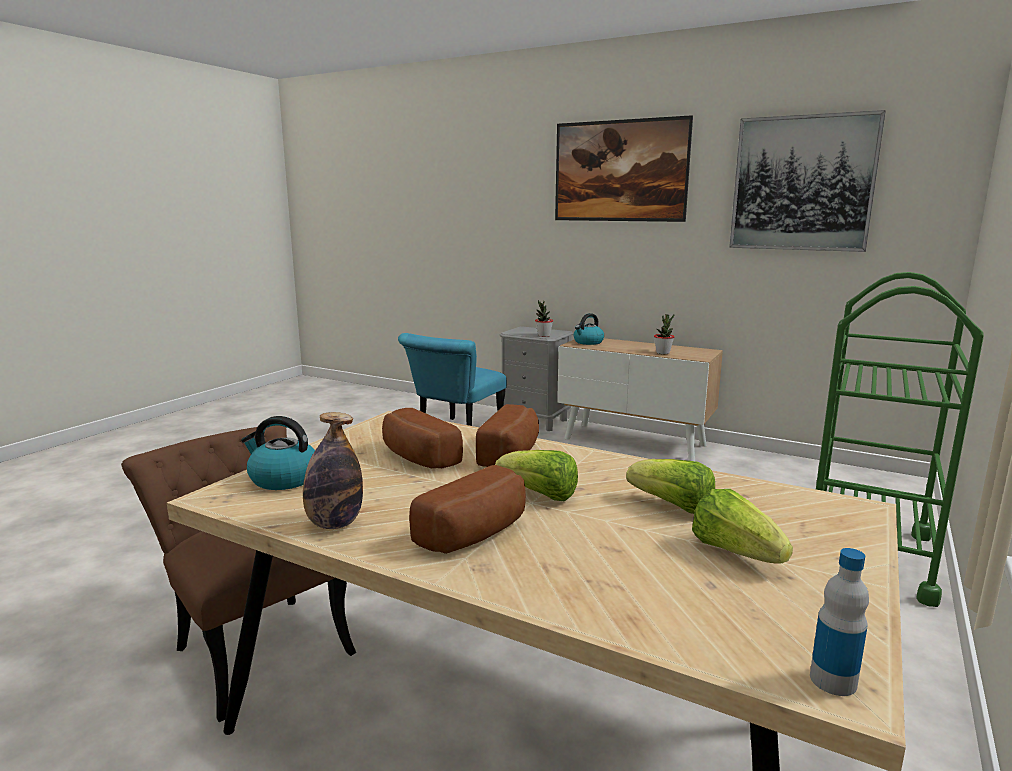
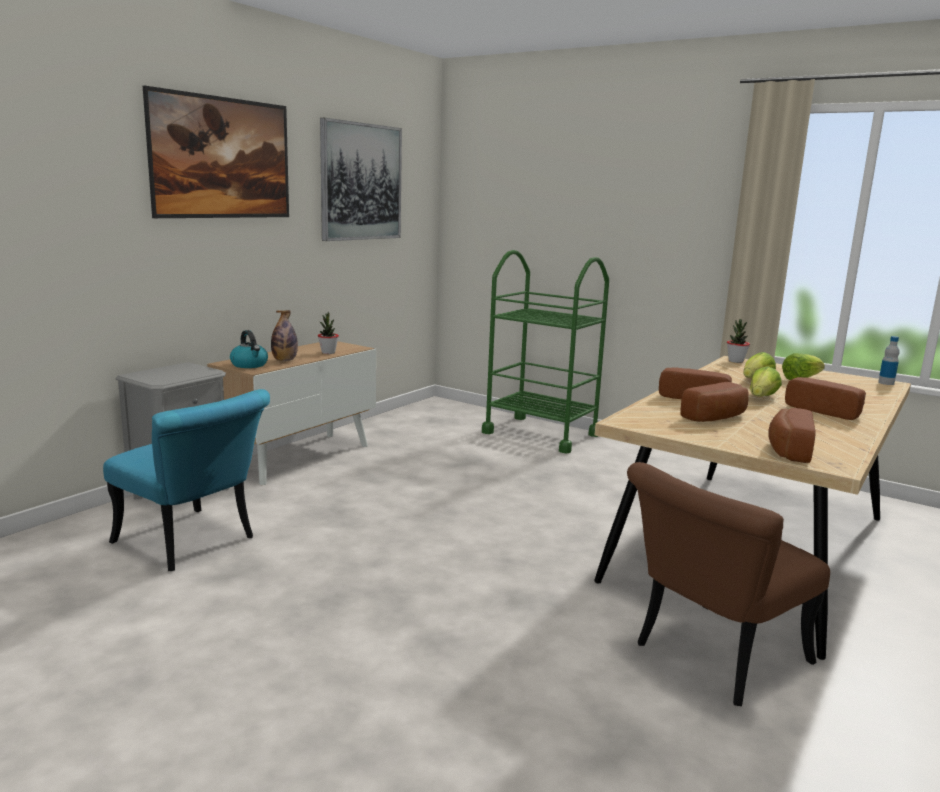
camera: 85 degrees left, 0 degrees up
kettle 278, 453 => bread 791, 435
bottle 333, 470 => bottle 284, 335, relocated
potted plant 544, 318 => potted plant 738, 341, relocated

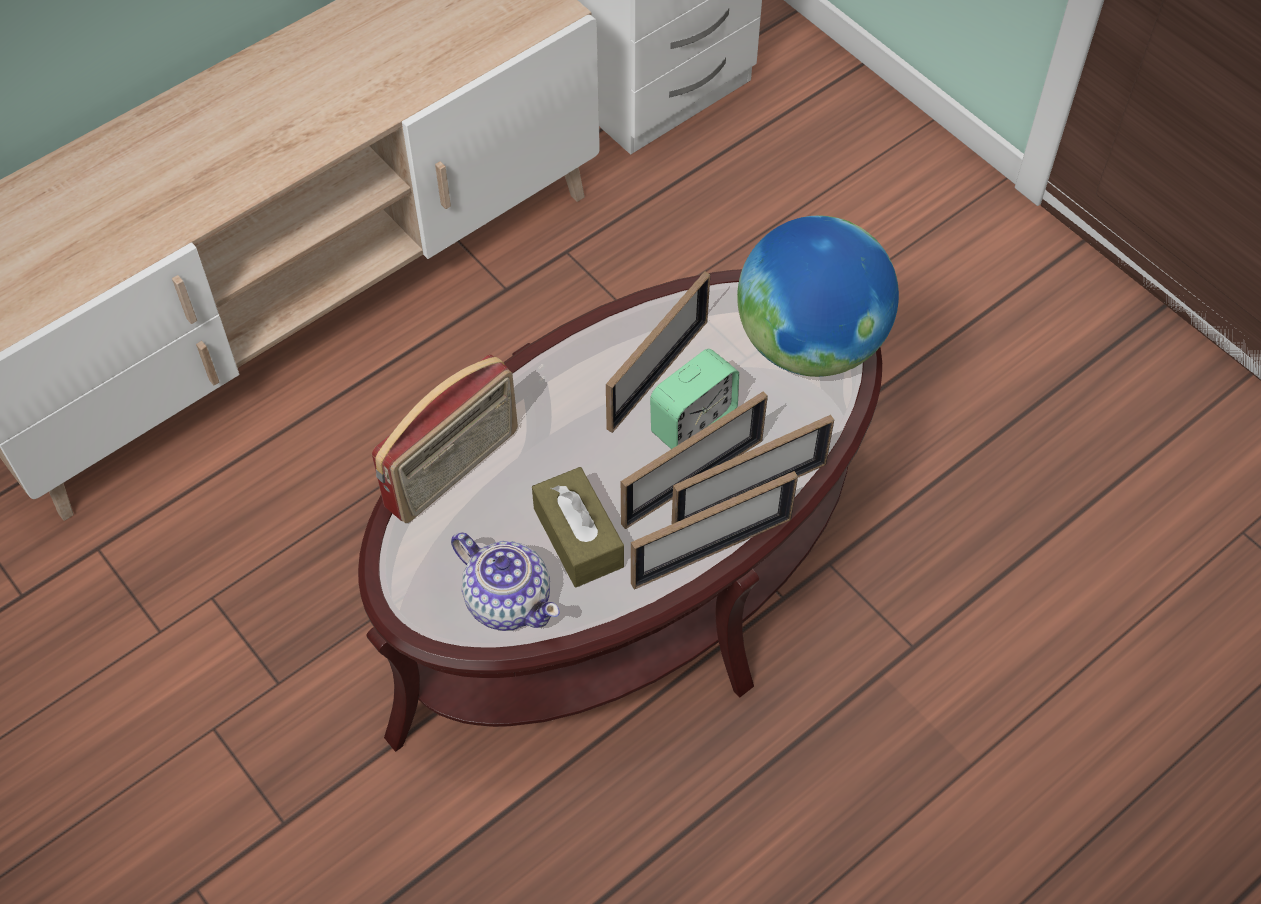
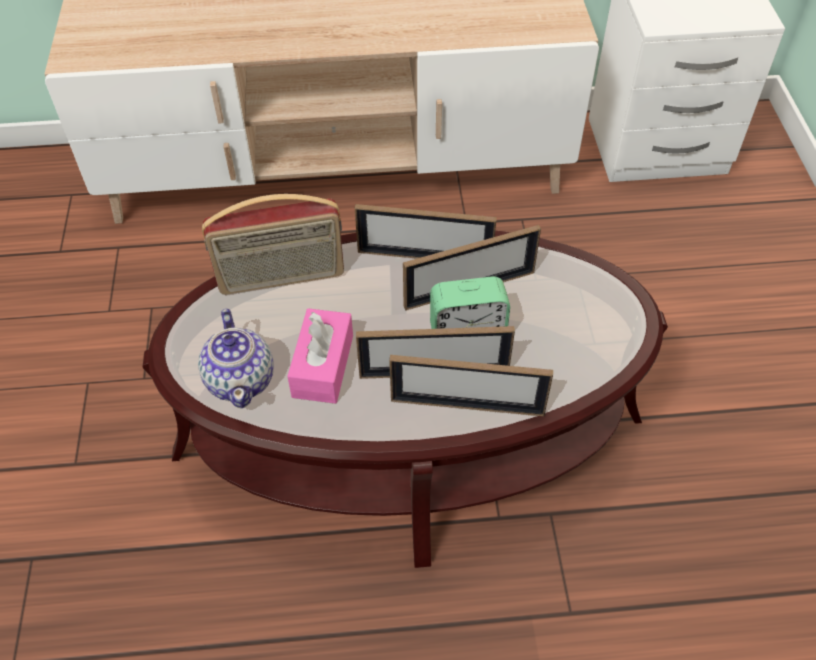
camera: 35 degrees right, 5 degrees down
brown tissue box 578, 527 => pink tissue box 320, 356
picture frame 714, 530 => picture frame 426, 231, relocated
globe 818, 296 => nothing

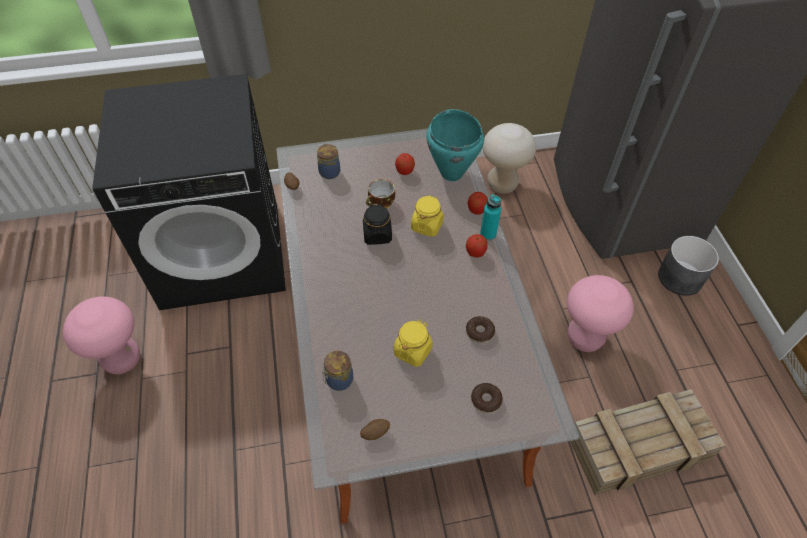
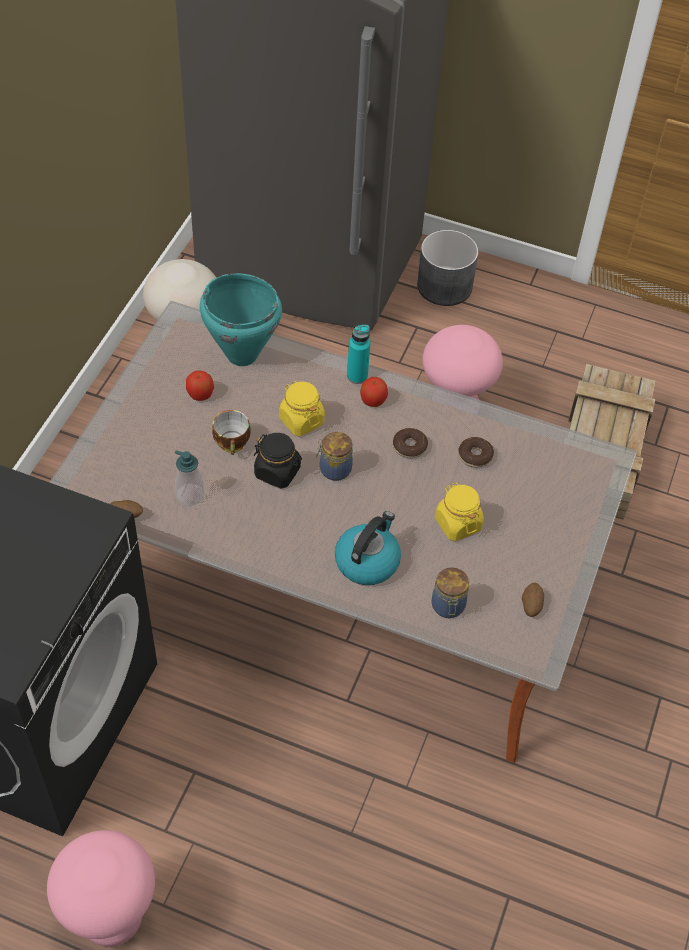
camera: 60 degrees left, 0 degrees up
jar 328, 161 => jar 334, 456, relocated
apple 478, 203 => nothing
donut 487, 398 => donut 410, 443, relocated
nothing => soap dispenser 189, 478
nothing => kettle 368, 548

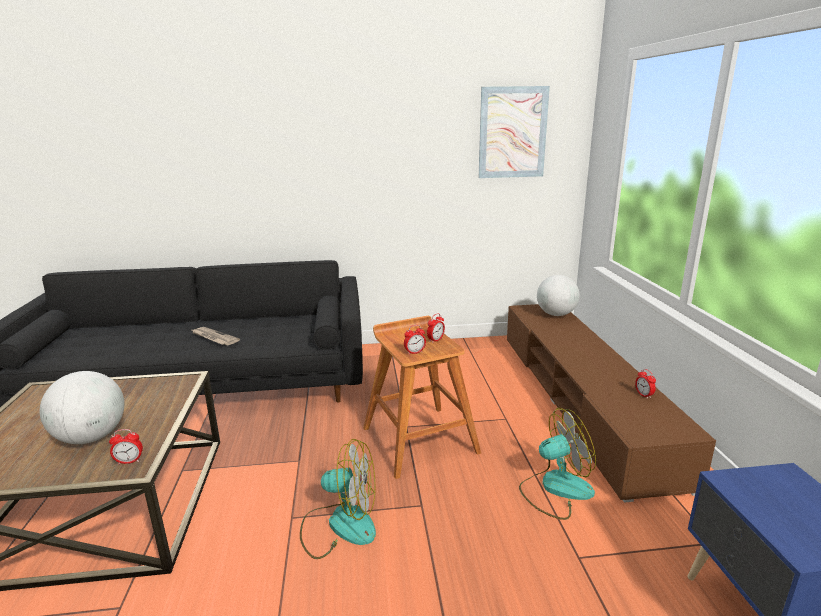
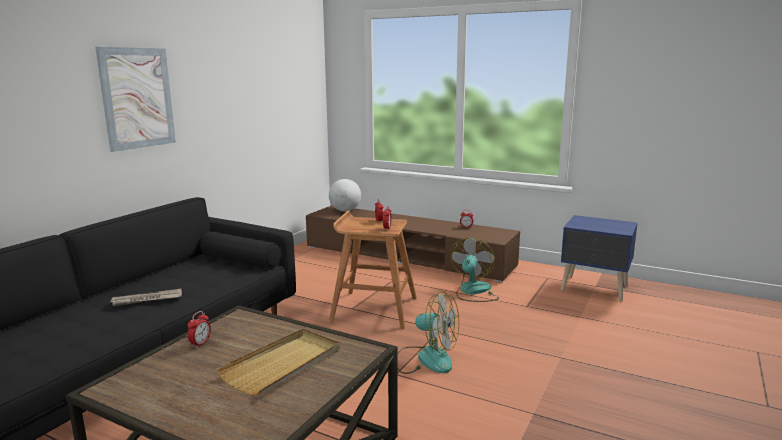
camera: 55 degrees left, 5 degrees down
globe 82, 407 => beige tray 278, 362
alarm clock 126, 447 => alarm clock 199, 329, relocated
fan 338, 499 => fan 428, 332, 75 degrees clockwise
picture 514, 132 => picture 135, 99, relocated

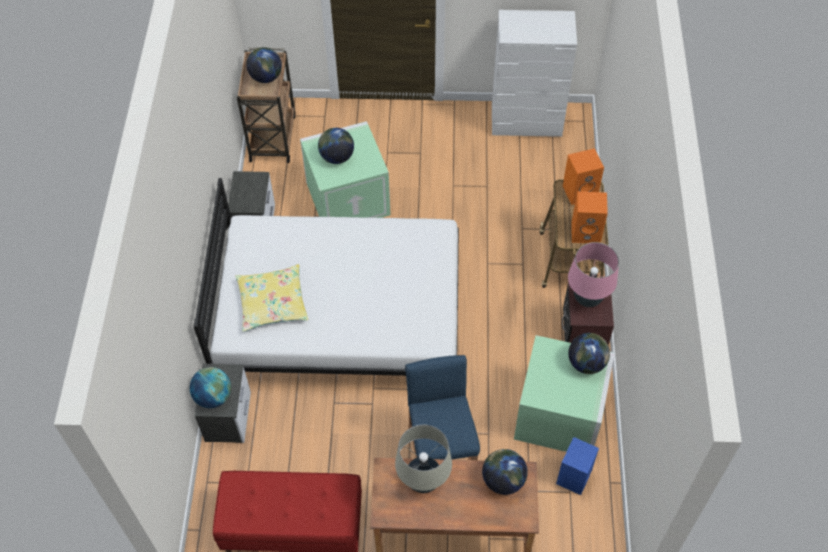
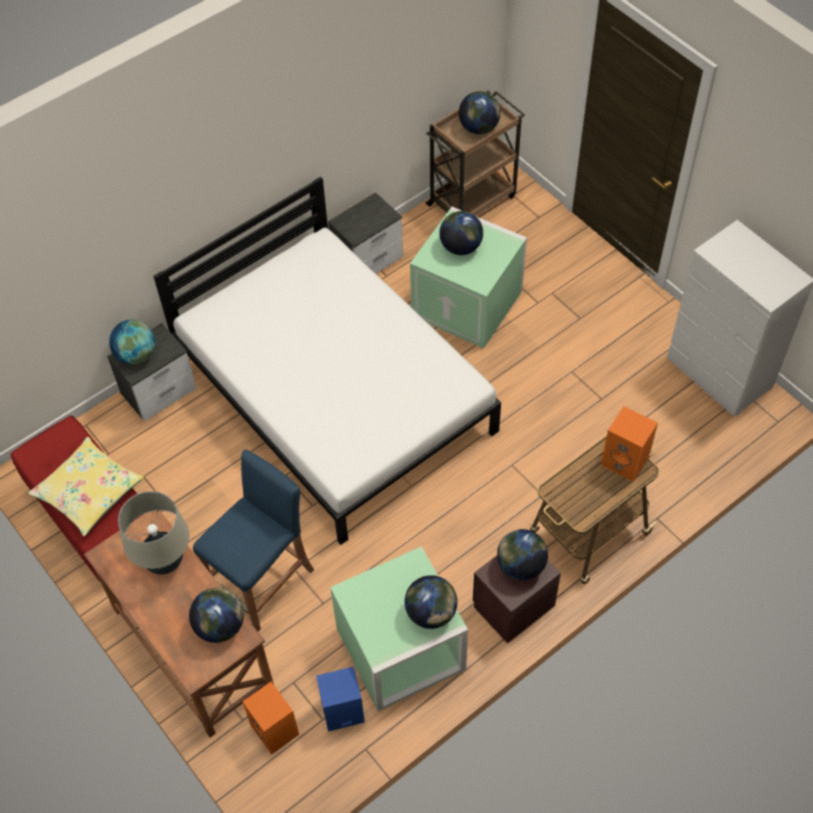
camera: 50 degrees right, 0 degrees up
yellow pillow 271, 298 => yellow pillow 86, 486, relocated
pink table lamp 593, 274 => globe 522, 554
orange speaker 589, 217 => orange speaker 270, 718, relocated

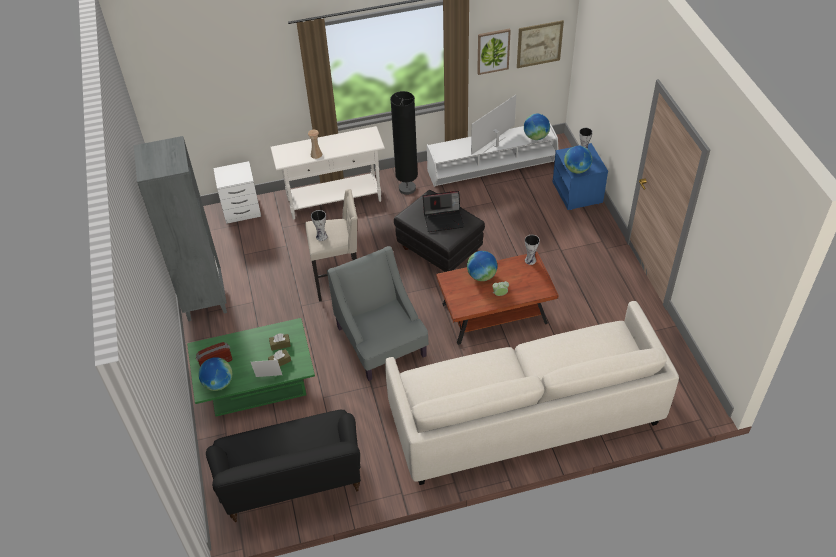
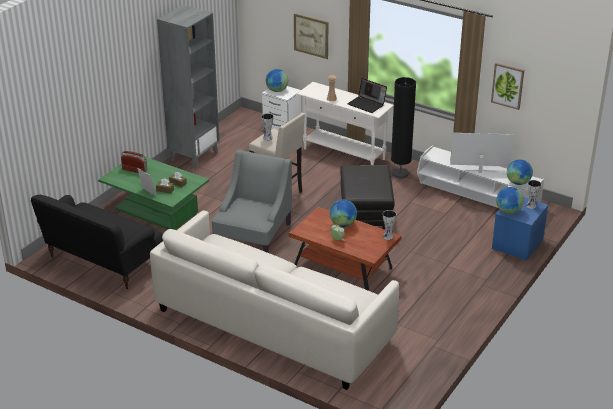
camera: 45 degrees right, 15 degrees down
globe 215, 374 => globe 277, 80, relocated
laptop 443, 211 => laptop 367, 95, relocated
picture 540, 44 => picture 311, 36, relocated

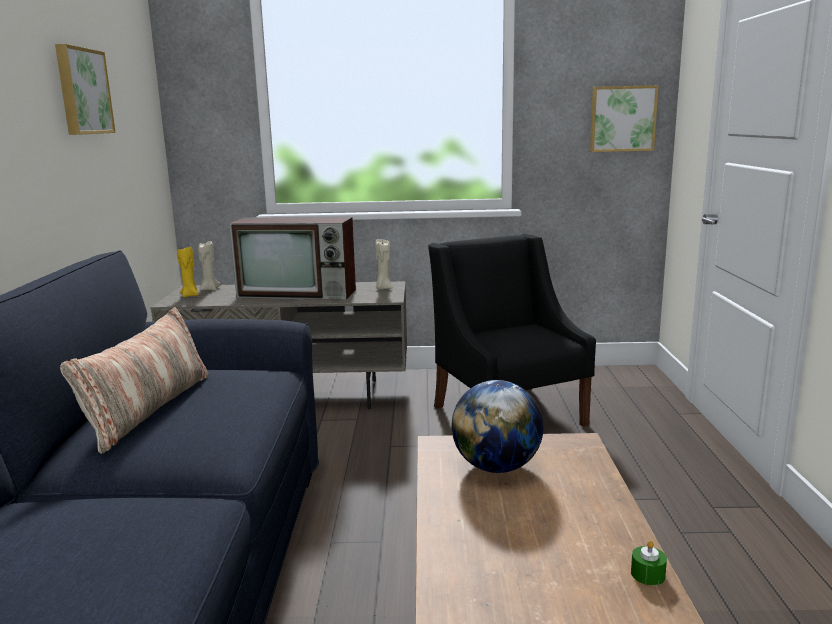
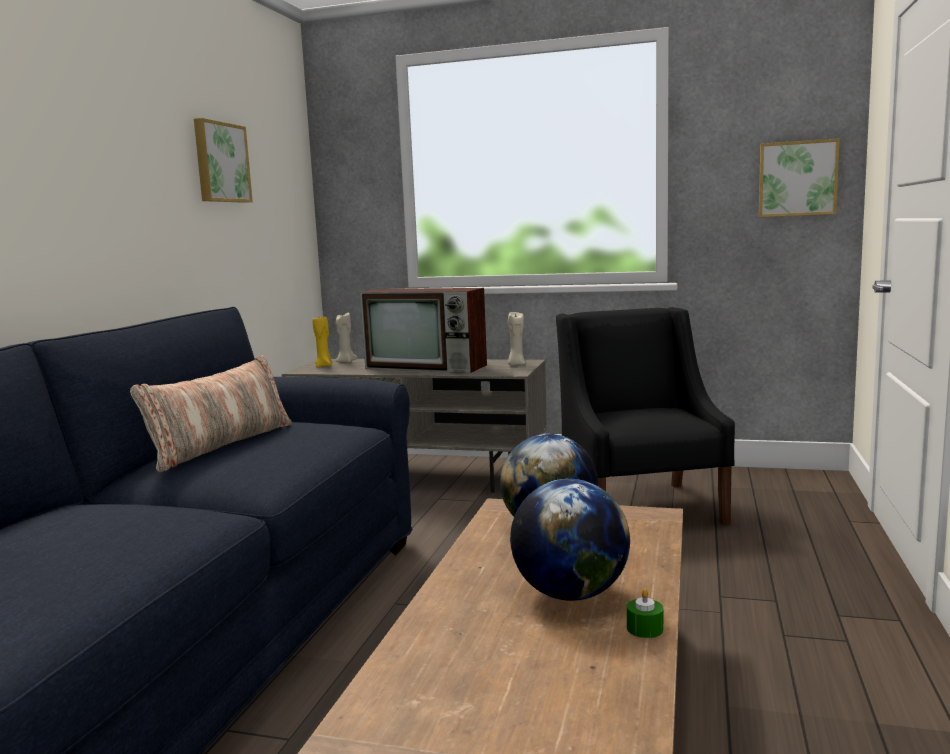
camera: 15 degrees right, 5 degrees down
nothing => globe 570, 540

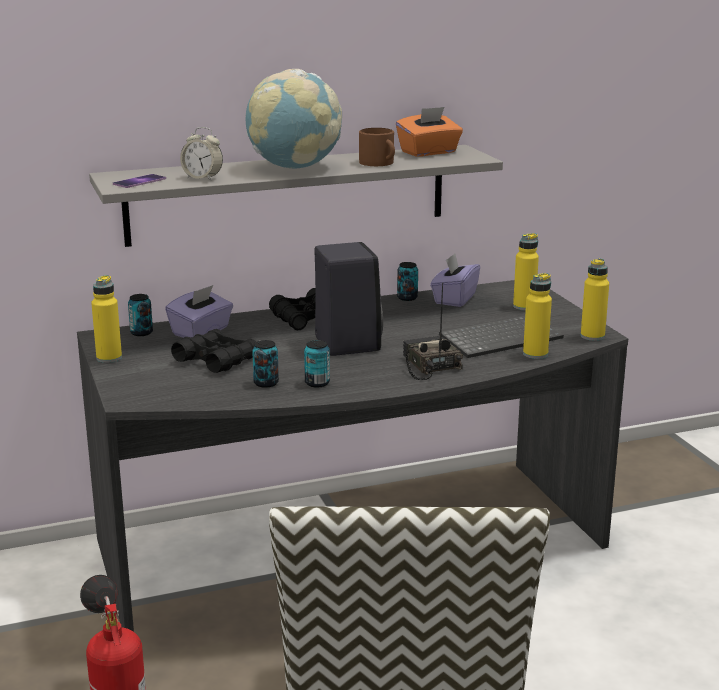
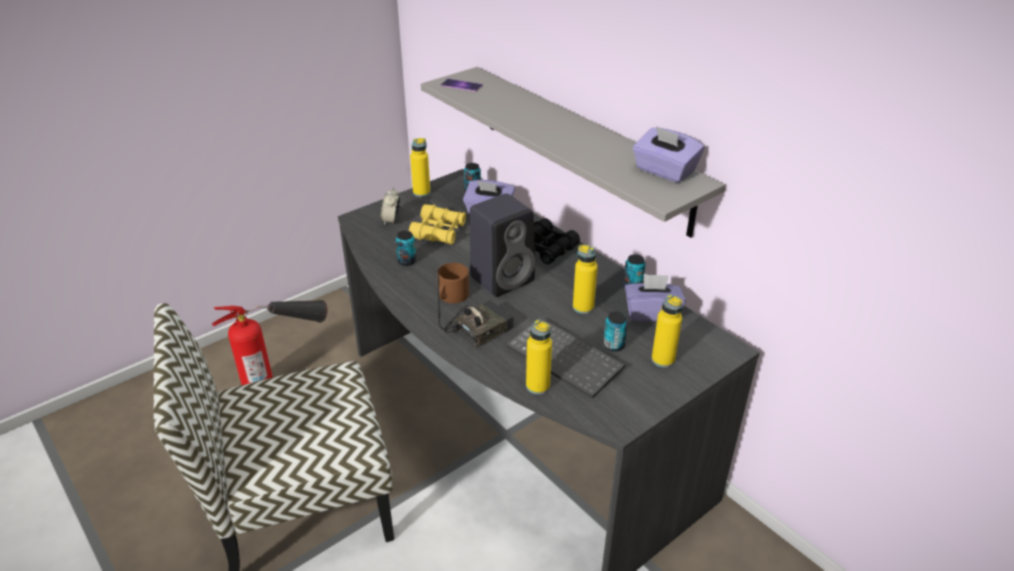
camera: 70 degrees right, 15 degrees up
black binoculars 213, 351 => yellow binoculars 437, 224
alarm clock 201, 154 => alarm clock 390, 206, relocated
globe 294, 119 => nothing
can 317, 364 => can 615, 332, relocated
brown mug 377, 147 => brown mug 453, 283, relocated
orange tissue box 429, 132 => purple tissue box 668, 154
yellow bottle 595, 299 => yellow bottle 585, 279, relocated

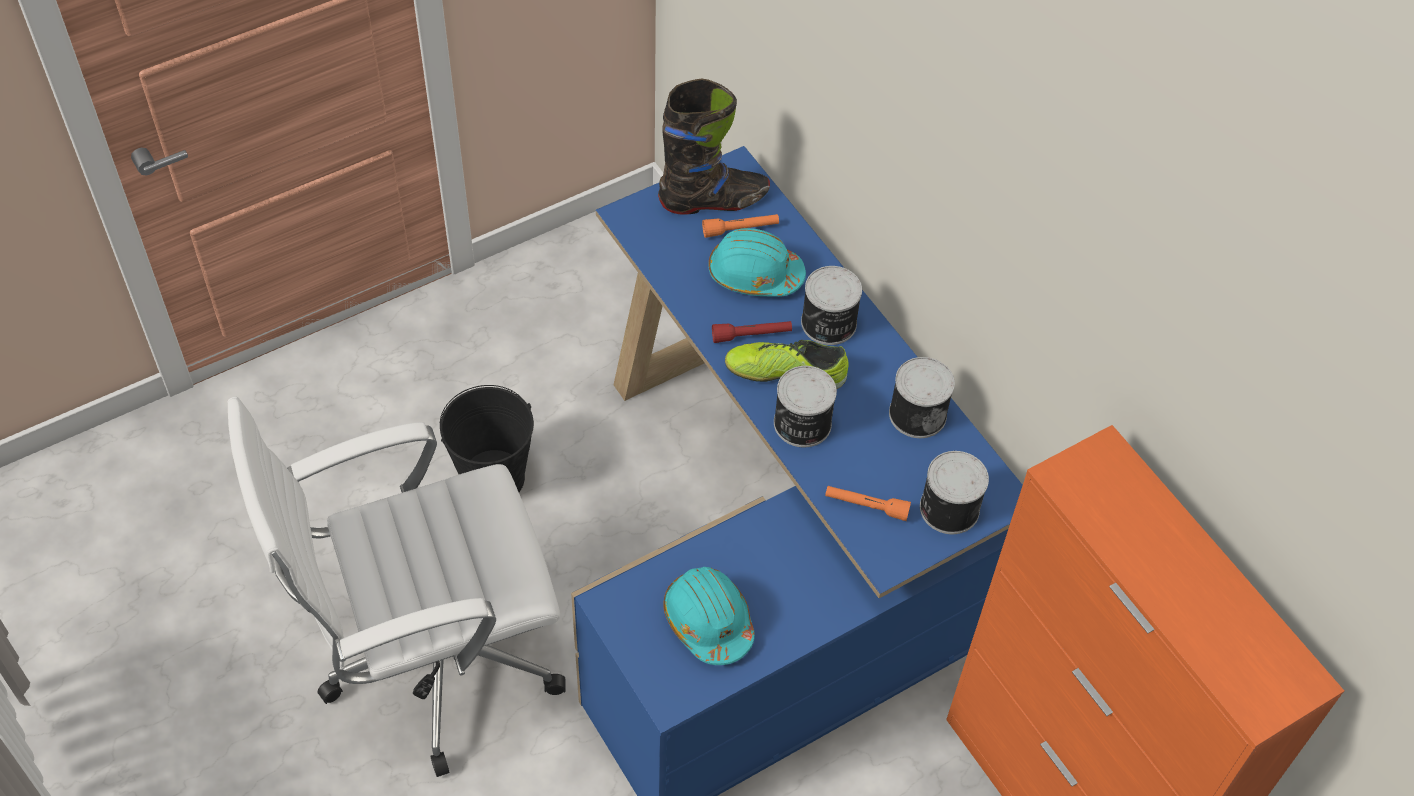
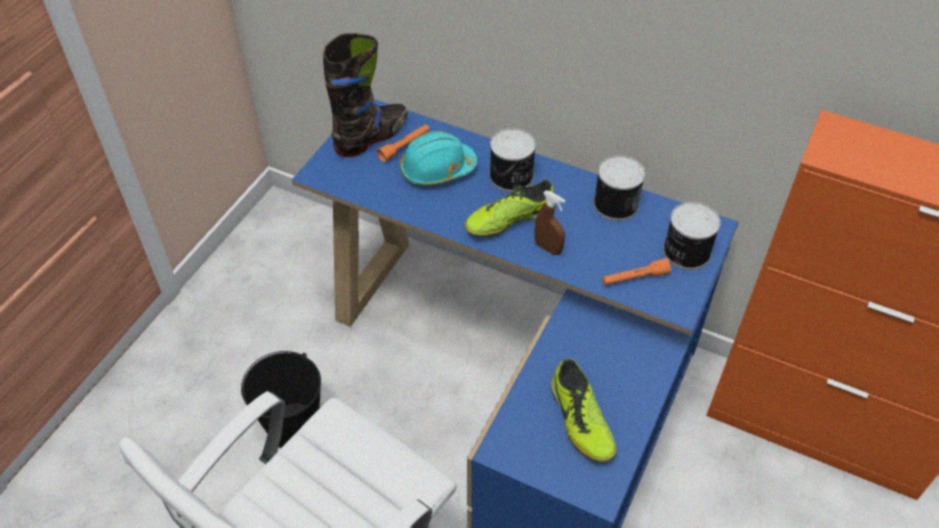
camera: 30 degrees left, 5 degrees down
turquoise hard hat 709, 616 => shoe 583, 411
red flashlight 752, 332 => nothing
can 805, 406 => brown spray bottle 550, 223

